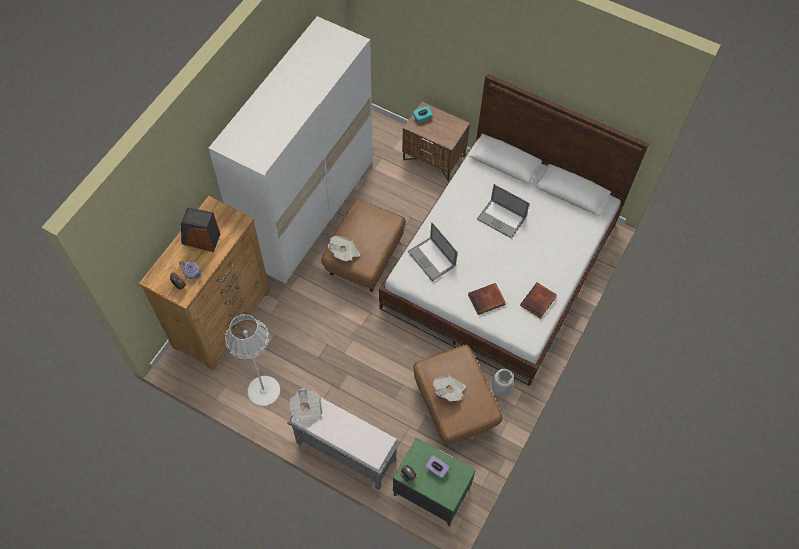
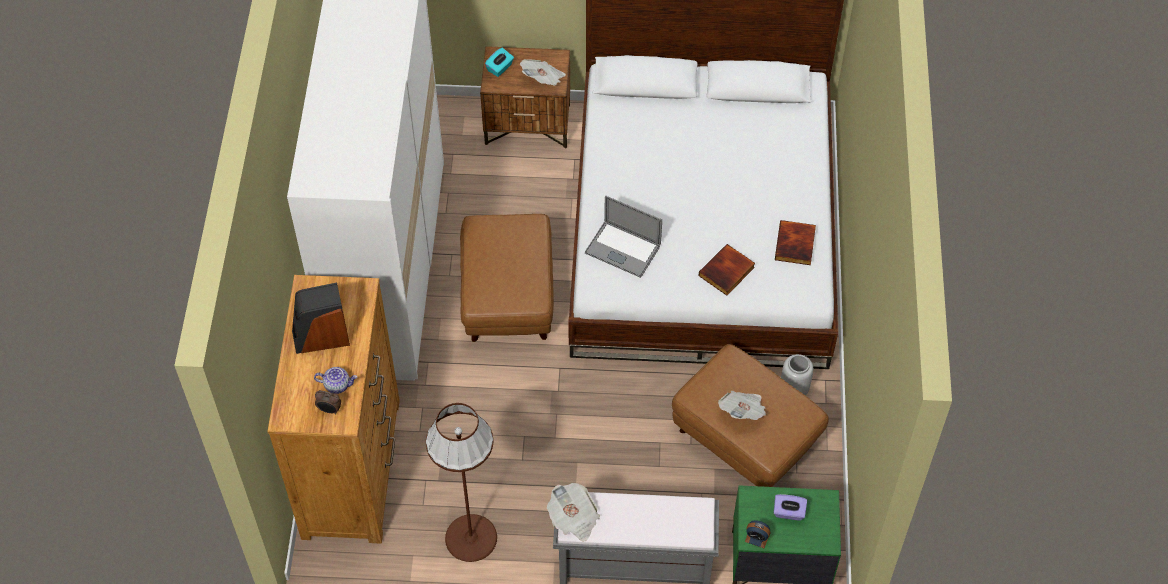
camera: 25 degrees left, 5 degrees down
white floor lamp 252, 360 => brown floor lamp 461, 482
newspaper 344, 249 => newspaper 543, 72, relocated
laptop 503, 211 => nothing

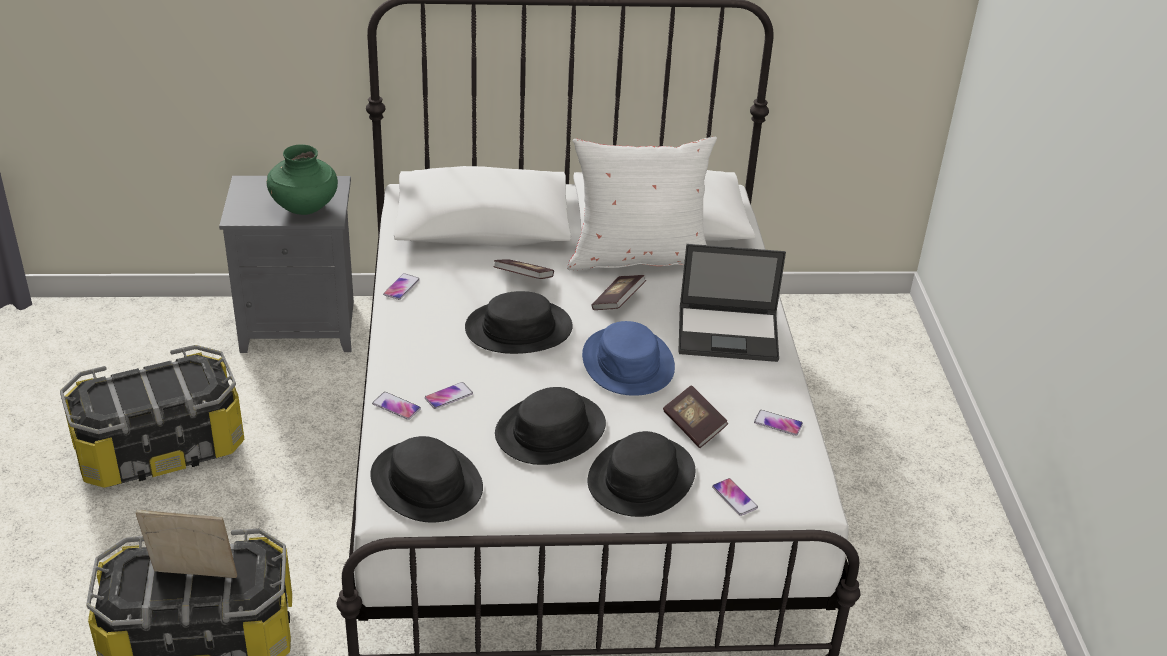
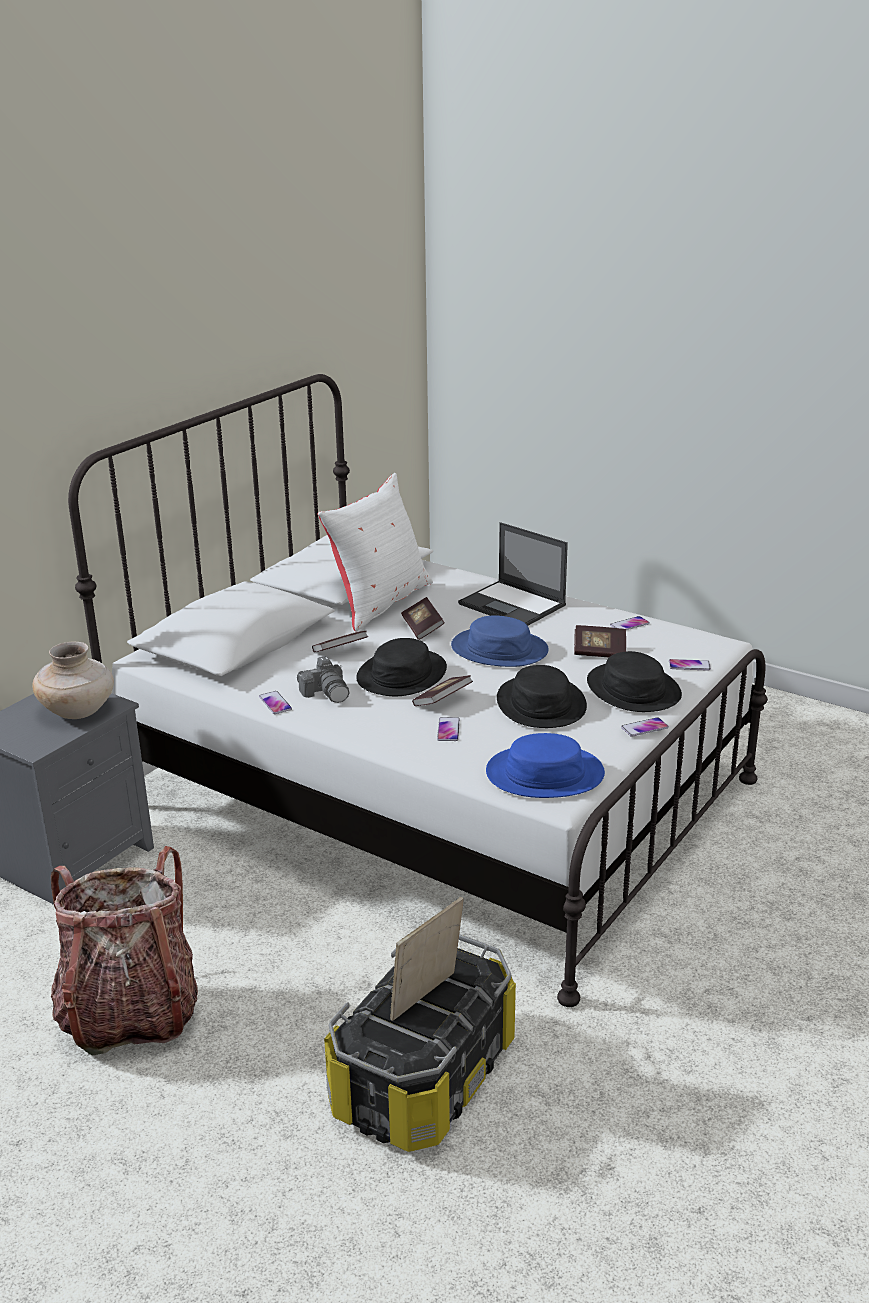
camera: 50 degrees left, 10 degrees down
storage box 152, 416 => backpack 124, 950
green vase 302, 180 => beige vase 73, 680
black hat 426, 479 => blue hat 545, 765
phone 396, 406 => phone 645, 727, relocated
laptop 732, 303 => laptop 513, 574, 90 degrees clockwise
nothing => photo camera 323, 679
nothing => book 442, 690

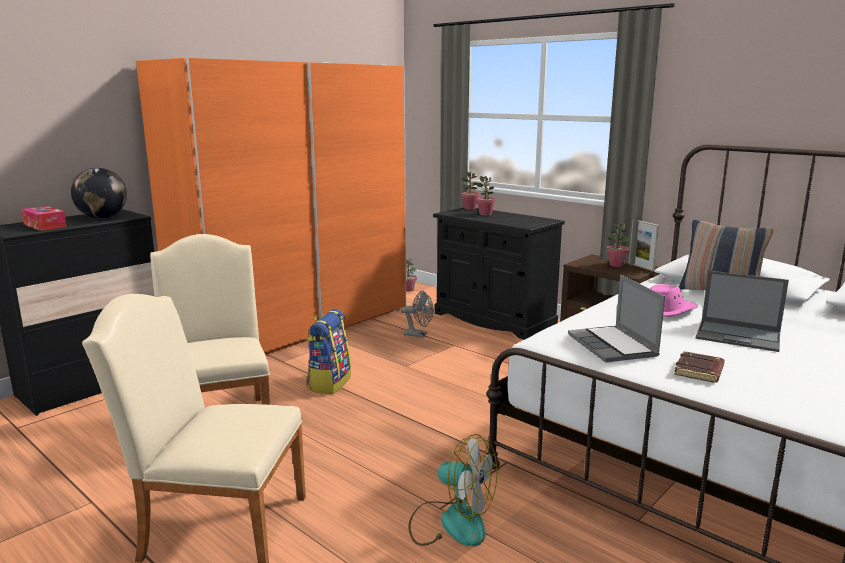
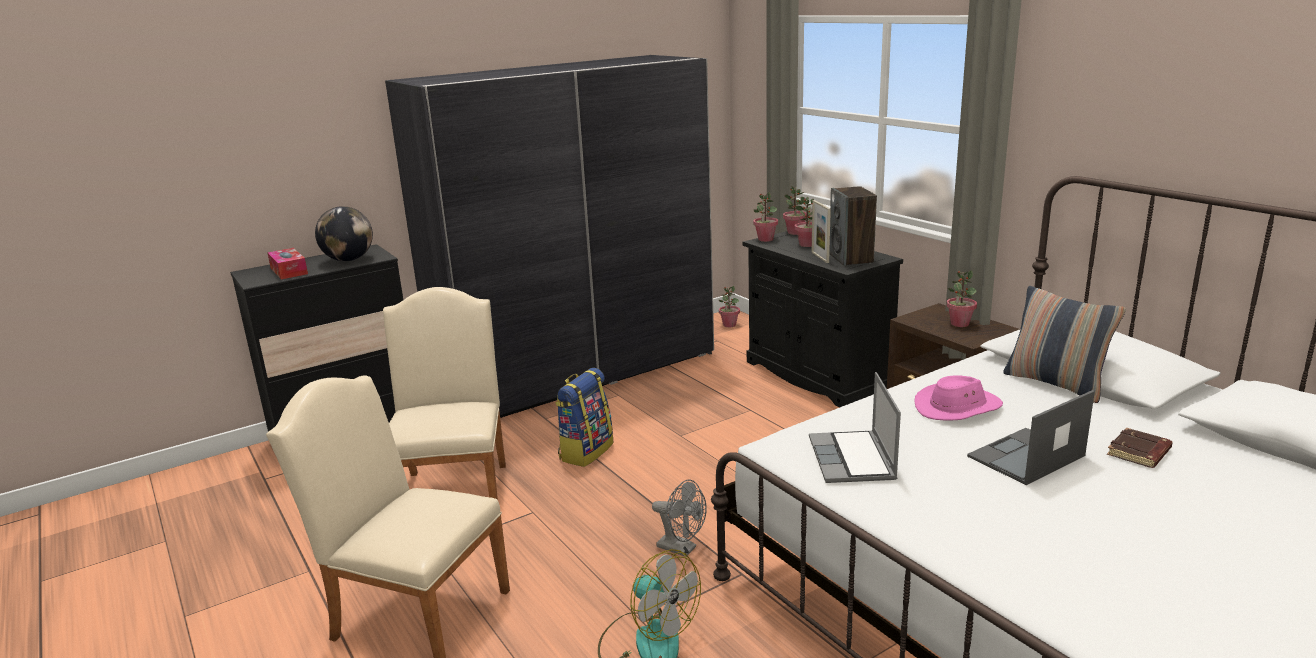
camera: 15 degrees right, 5 degrees up
orange wardrobe 271, 206 => grey wardrobe 549, 236
grey fan 417, 313 => grey fan 679, 518, relocated
picture frame 644, 245 => picture frame 821, 231, relocated
brown book 699, 367 => brown book 1140, 448, relocated
laptop 742, 311 => laptop 1031, 437, 105 degrees clockwise
nothing => potted plant 765, 217
nothing => speaker 853, 226

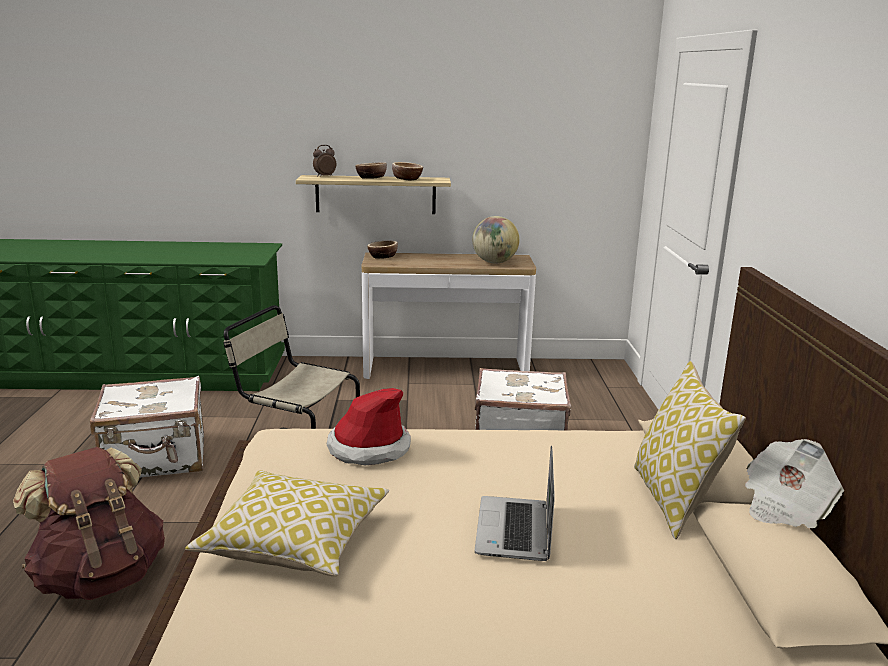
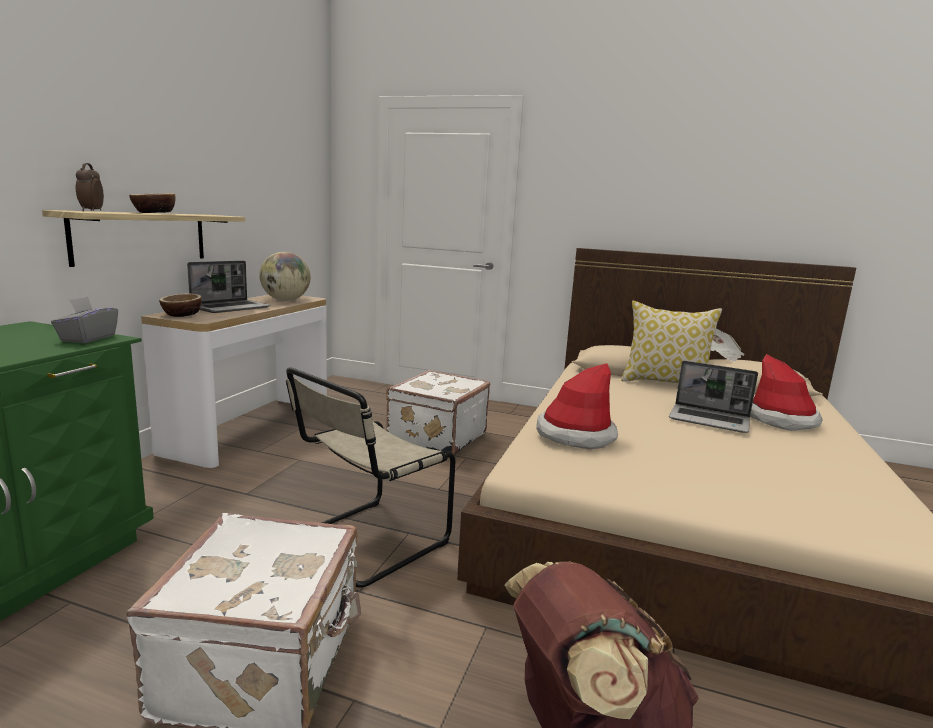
camera: 70 degrees left, 5 degrees down
pillow 287, 523 => nothing
bowl 407, 171 => nothing
nothing => grey tissue box 84, 319
nothing => laptop 229, 287
nothing => hat 786, 392

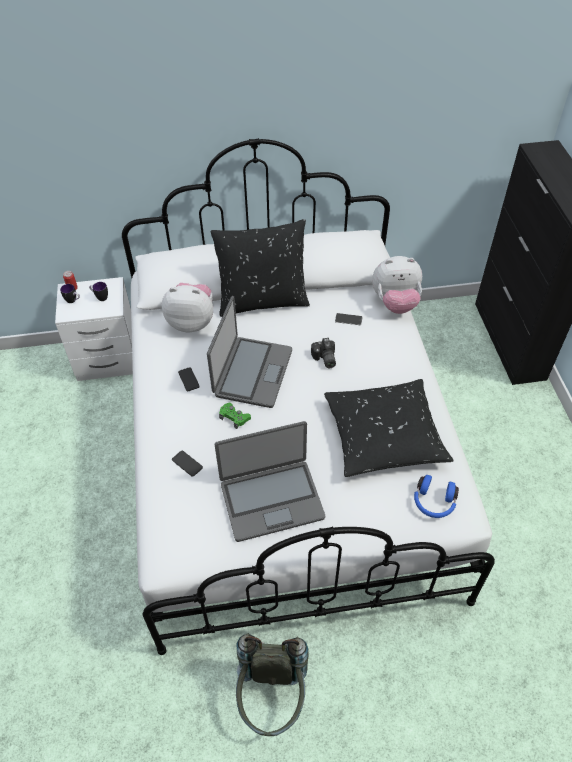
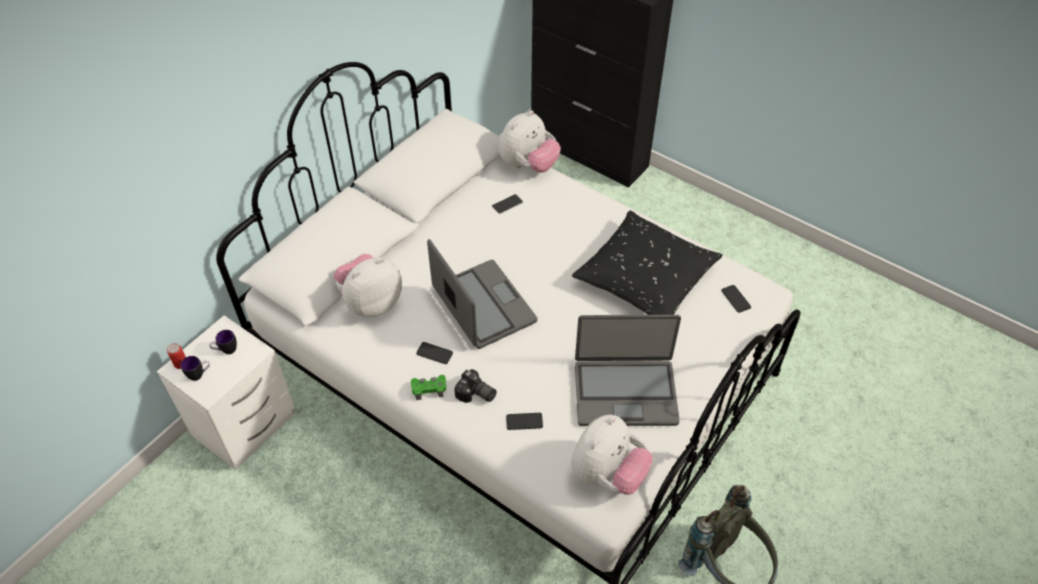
camera: 45 degrees left, 0 degrees up
black pillow 260, 268 => nothing
laptop 270, 481 => laptop 628, 370, 60 degrees clockwise
green game controller 235, 416 => green game controller 428, 387, relocated
photo camera 323, 353 => photo camera 475, 386, relocated
blue headphones 436, 496 => phone 736, 299
nothing => plush toy 612, 455

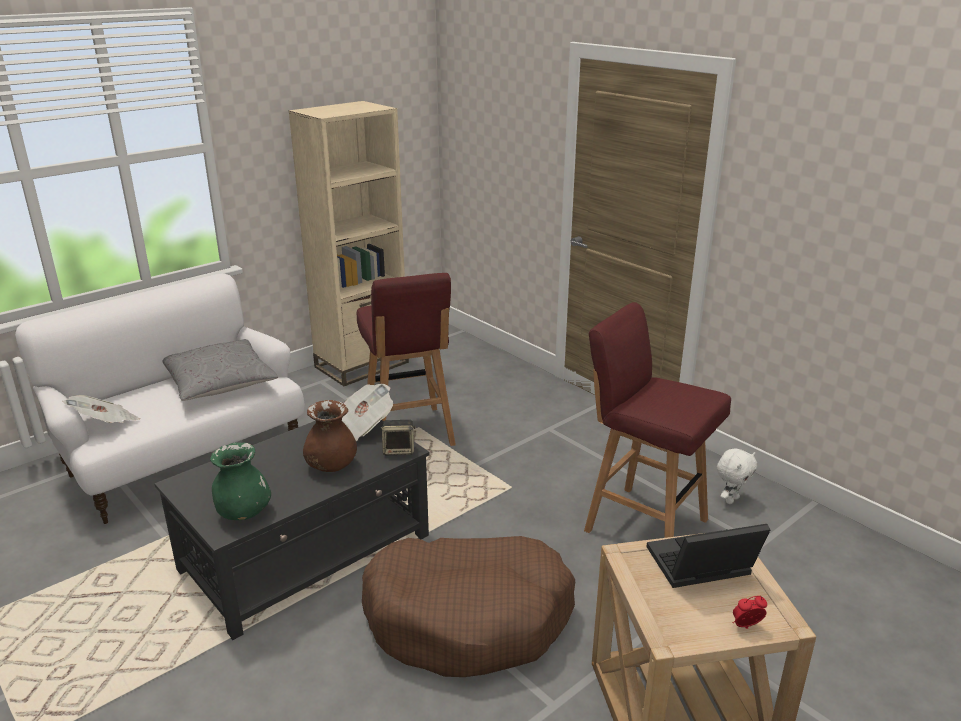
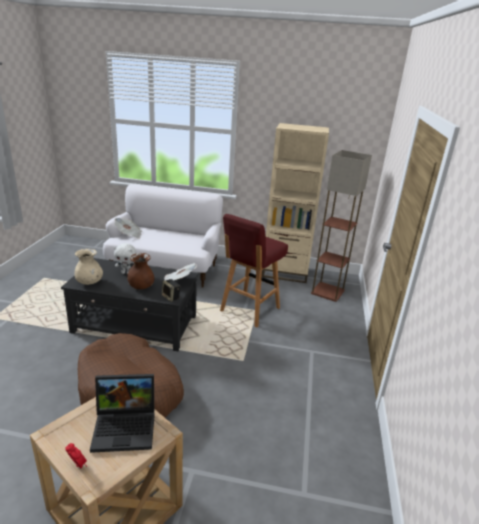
camera: 50 degrees right, 0 degrees up
grey pillow 220, 370 => nothing
green vase 240, 481 => beige vase 88, 267
red stool 657, 420 => nothing
laptop 708, 556 => laptop 122, 413, 135 degrees clockwise
white plush toy 737, 476 => white plush toy 125, 258, relocated
nothing => floor lamp 341, 226

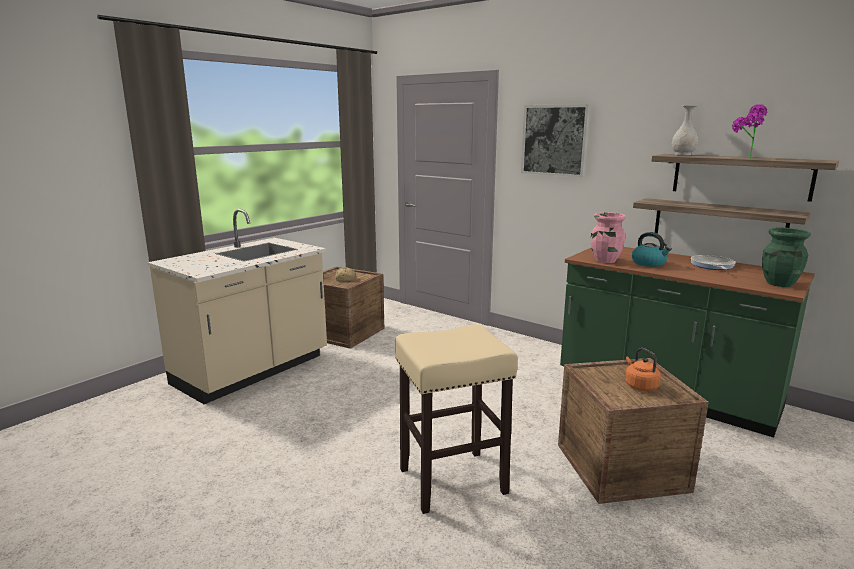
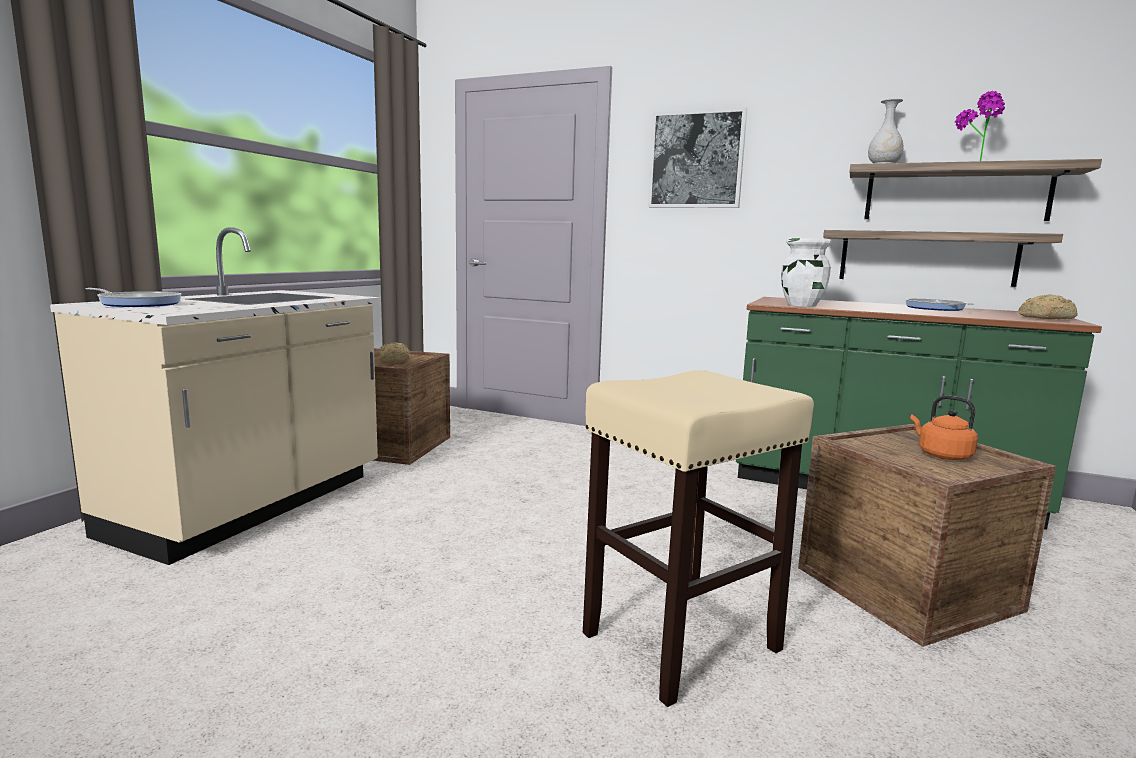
camera: 15 degrees left, 5 degrees down
pink vase 608, 237 => white vase 806, 272
kettle 652, 249 => nothing
green vase 786, 257 => bread 1048, 306
nothing => frying pan 134, 297

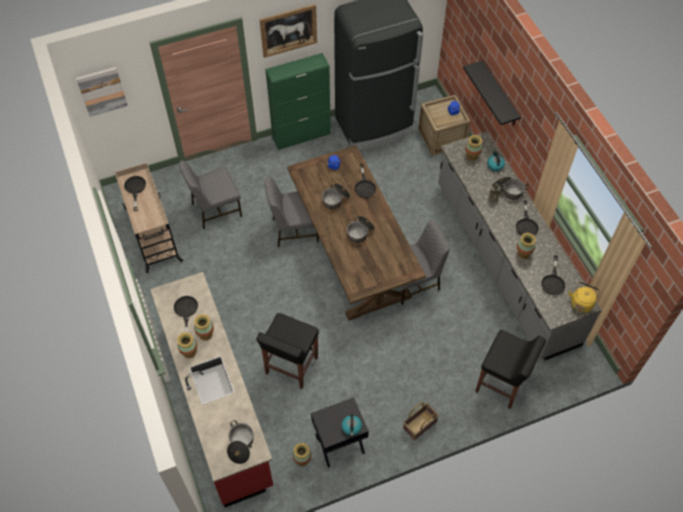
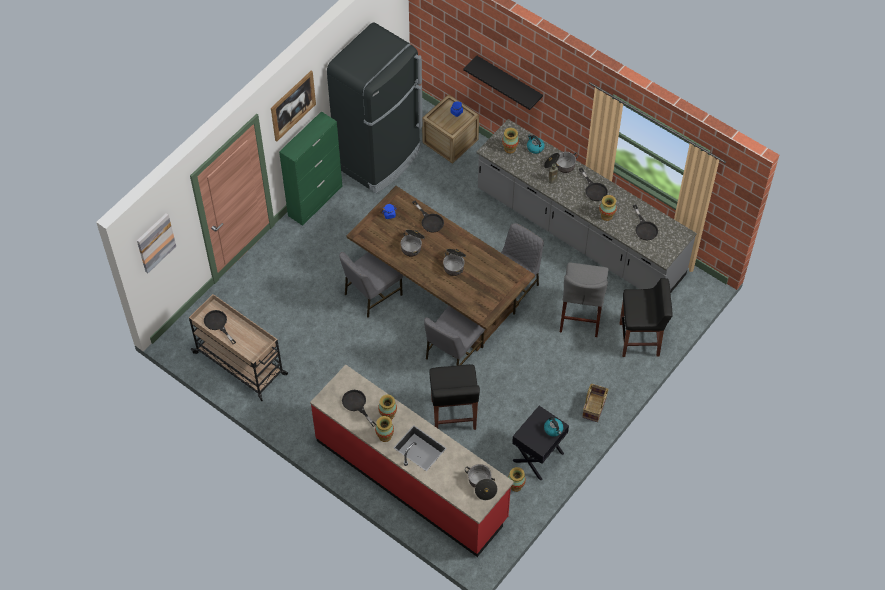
camera: 30 degrees left, 0 degrees up
grey chair 210, 194 => grey chair 454, 336, relocated
yellow kettle 584, 297 => nothing
nothing => grey stool 584, 300

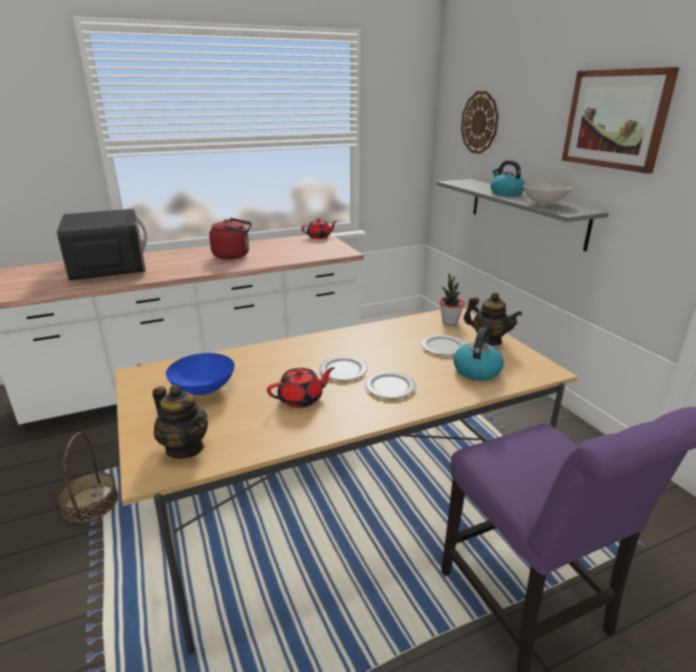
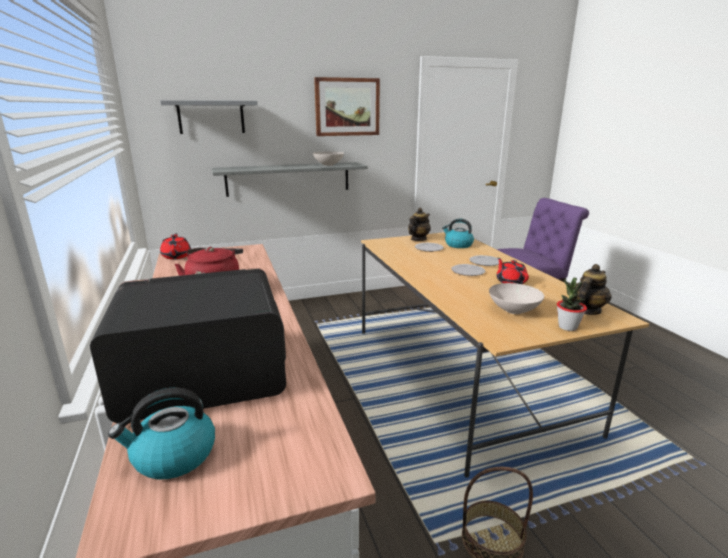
camera: 85 degrees left, 5 degrees down
blue bowl 200, 374 => white bowl 516, 298
potted plant 452, 299 => potted plant 572, 304, relocated
wall clock 480, 122 => grey shelf 209, 117
kettle 507, 178 => kettle 161, 433, relocated

